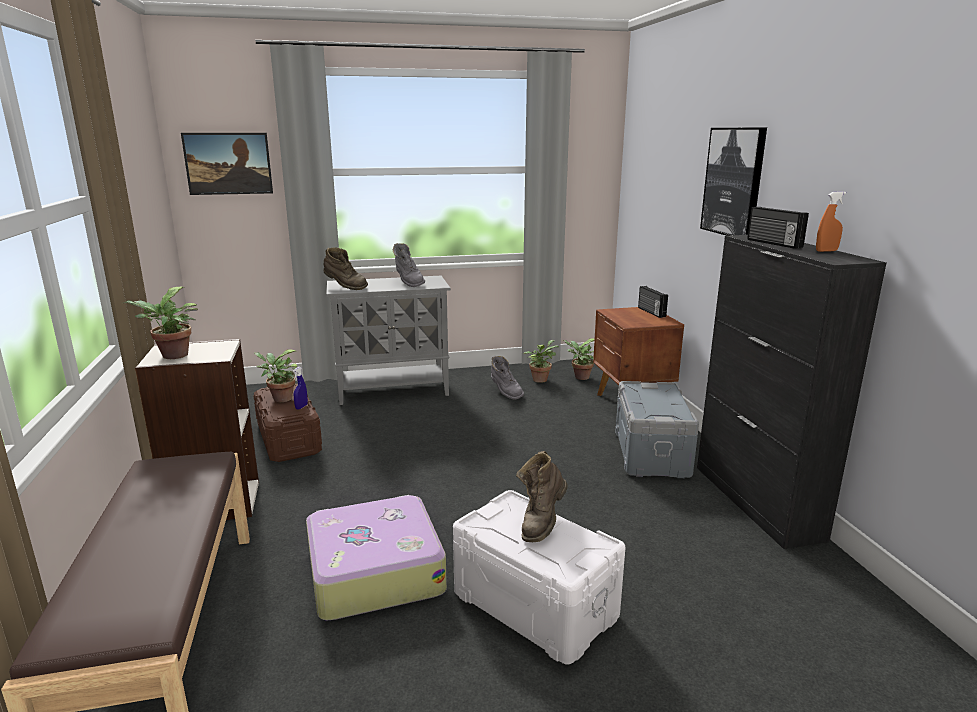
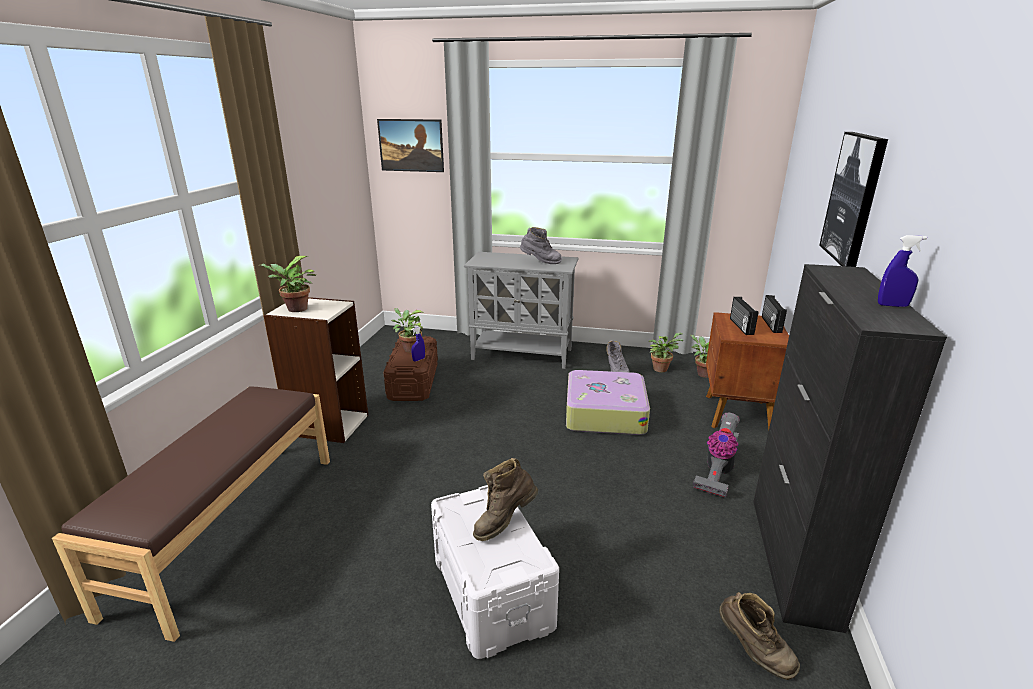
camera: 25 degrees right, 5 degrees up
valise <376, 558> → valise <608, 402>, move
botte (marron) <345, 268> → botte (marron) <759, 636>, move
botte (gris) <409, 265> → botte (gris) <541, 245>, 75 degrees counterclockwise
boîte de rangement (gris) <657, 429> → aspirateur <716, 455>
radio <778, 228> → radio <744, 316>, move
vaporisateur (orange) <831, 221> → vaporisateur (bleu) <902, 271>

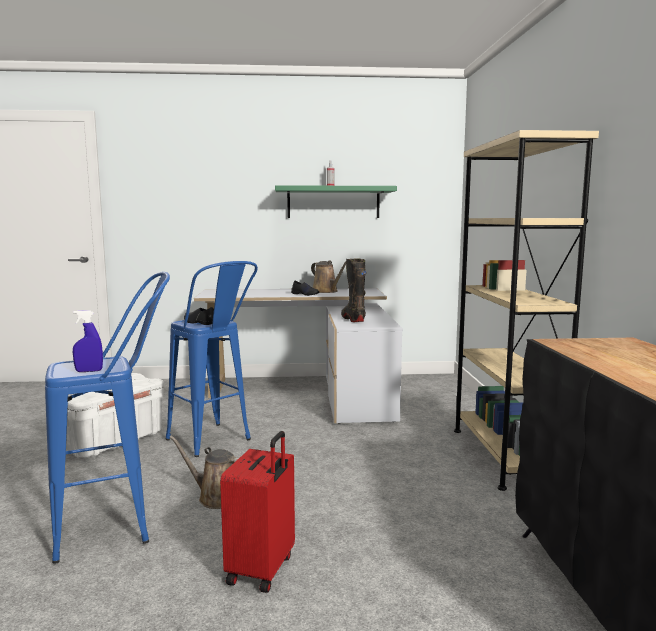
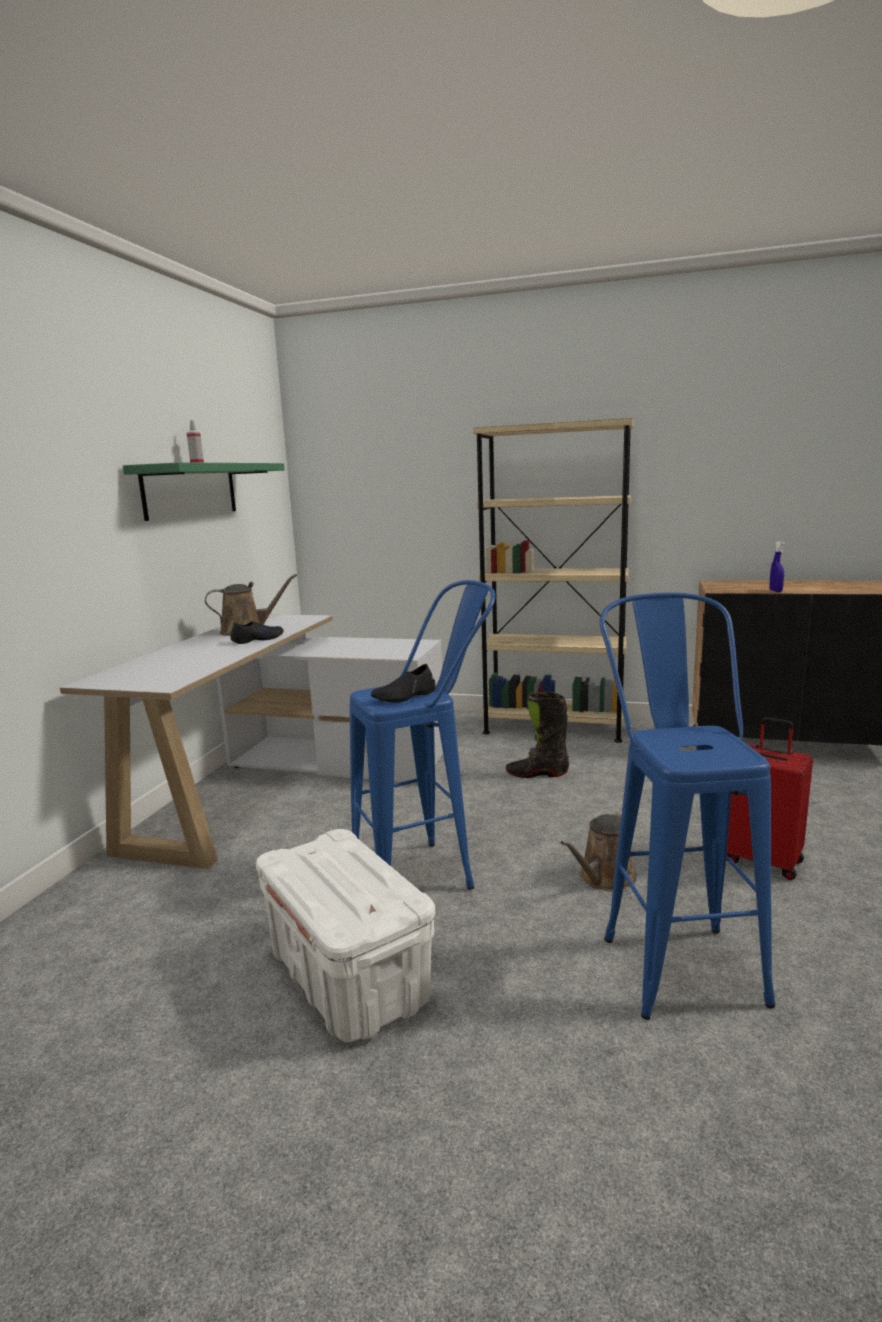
camera: 70 degrees left, 5 degrees up
vaporisateur (bleu) <88, 341> → vaporisateur (bleu) <777, 566>, move
botte (noir) <353, 290> → botte (noir) <537, 735>, move

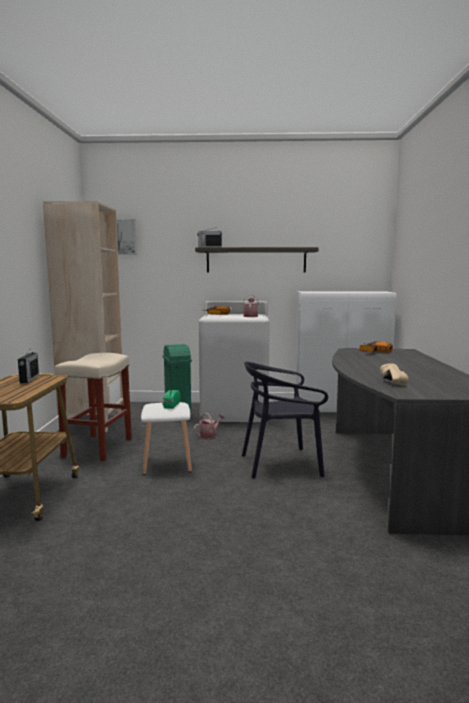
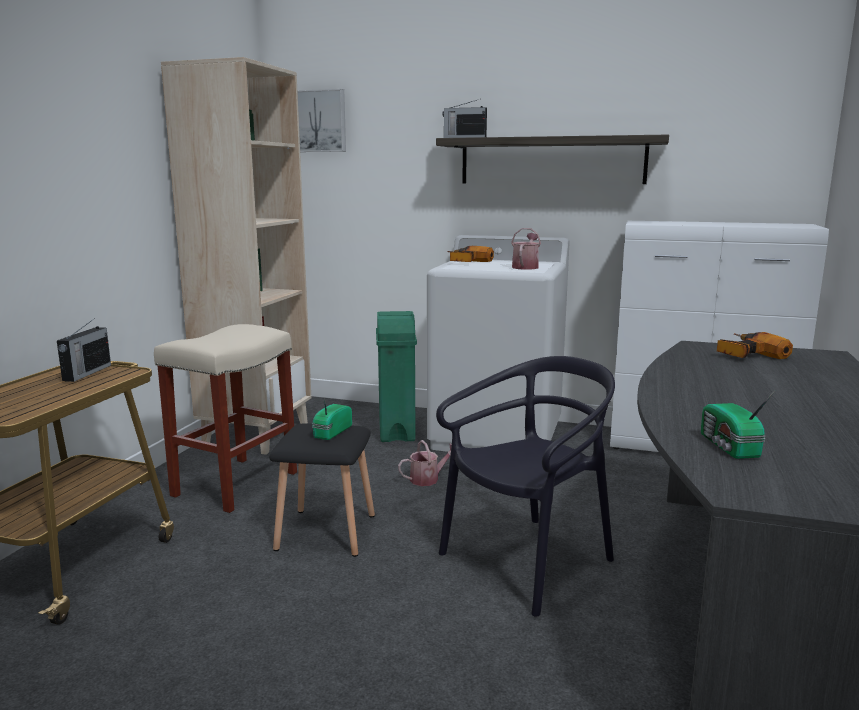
camera: 15 degrees right, 5 degrees up
tabouret (blanc) <166, 438> → tabouret (noir) <322, 490>
chaise (noir) <285, 420> → chaise (noir) <525, 486>, 135 degrees clockwise
chaussure (beige) <394, 375> → radio <738, 425>

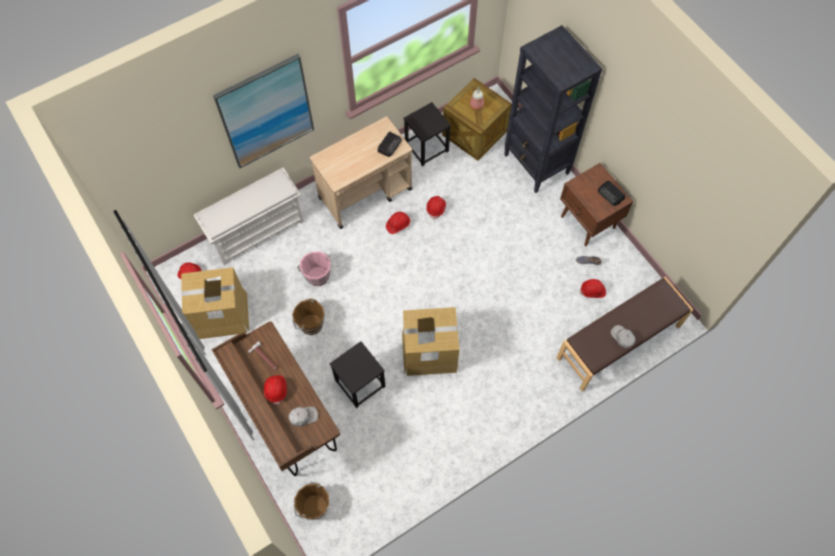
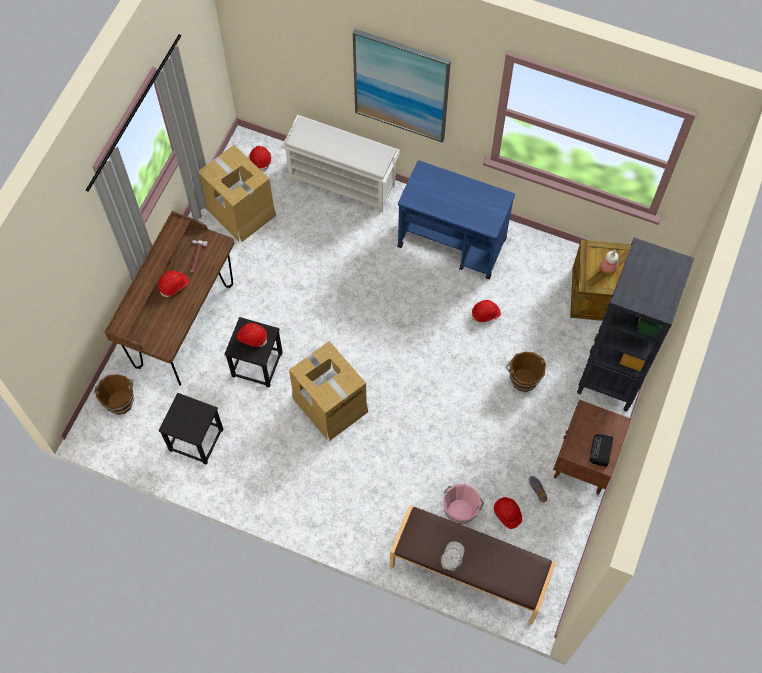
camera: 55 degrees right, 0 degrees up
casquette (blanc) <303, 417> → -
seau (marron) <308, 316> → seau (marron) <526, 372>, move
seau (rose) <314, 268> → seau (rose) <463, 504>, move
chariot (beige) <361, 172> → chariot (bleu) <456, 219>
radio <390, 144> → -
casque de chantier (rouge) <398, 223> → casque de chantier (rouge) <252, 335>, move
tabouret (noir) <427, 134> → tabouret (noir) <191, 429>, move

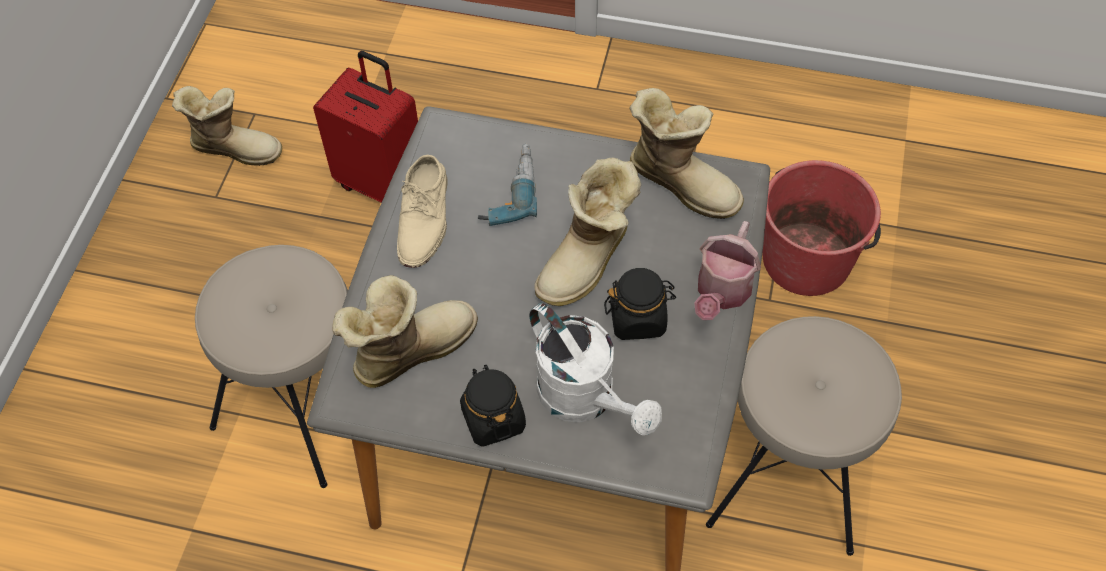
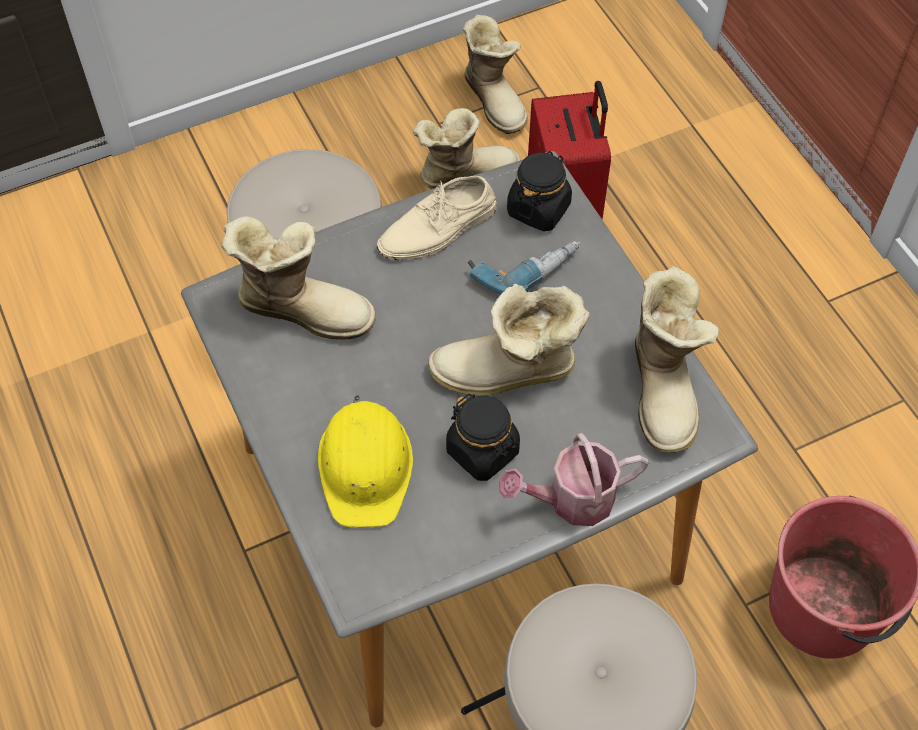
camera: 50 degrees right, 0 degrees up
bocal (noir) <493, 406> → bocal (noir) <539, 191>, move
arrosoir (blanc) <595, 369> → casque de chantier (jaune) <365, 461>
- → botte <466, 148>

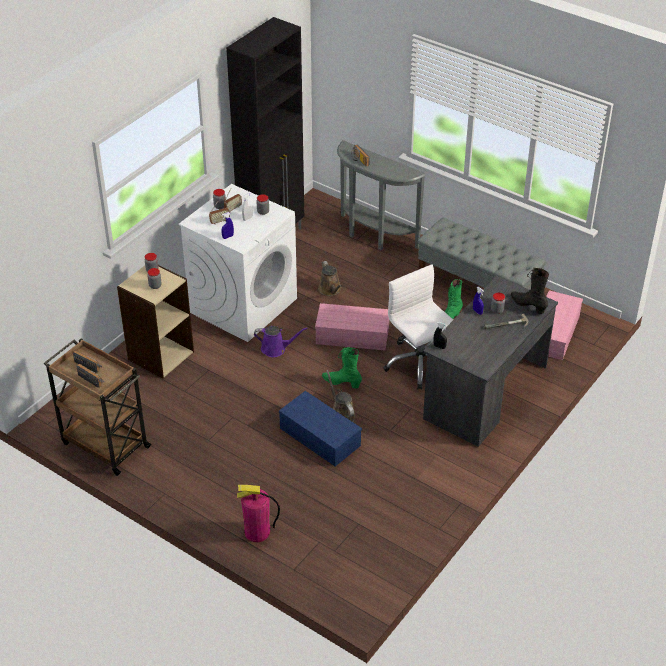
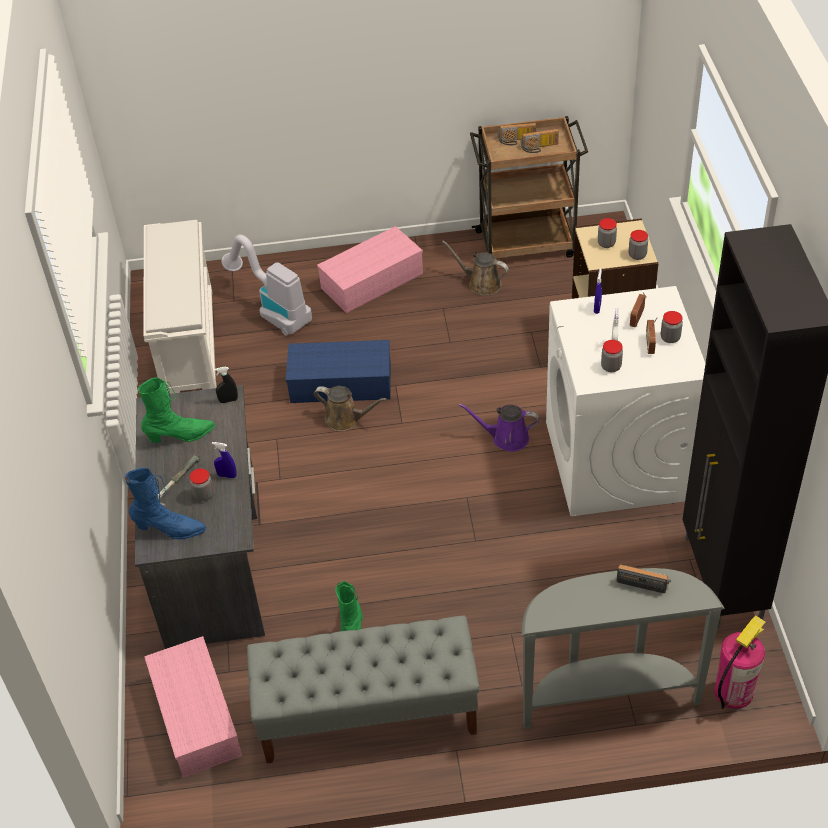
camera: 140 degrees right, 5 degrees up
extincteur <258, 513> → extincteur <740, 662>, move
arrosoir (violet) <281, 341> → arrosoir (violet) <498, 427>, 45 degrees clockwise
boîte de rangement (rose) <352, 326> → boîte de rangement (rose) <370, 269>, move
arrosoir (marron) <330, 278> → arrosoir (marron) <475, 268>, move
botte (vert) <342, 368> → botte (vert) <176, 410>, move
chaise de bureau (blanc) <418, 327> → -
botte (noir) <530, 291> → botte (bleu) <165, 503>
- → étagère à chaussures (blanc) <180, 307>
- → aspirateur <266, 285>

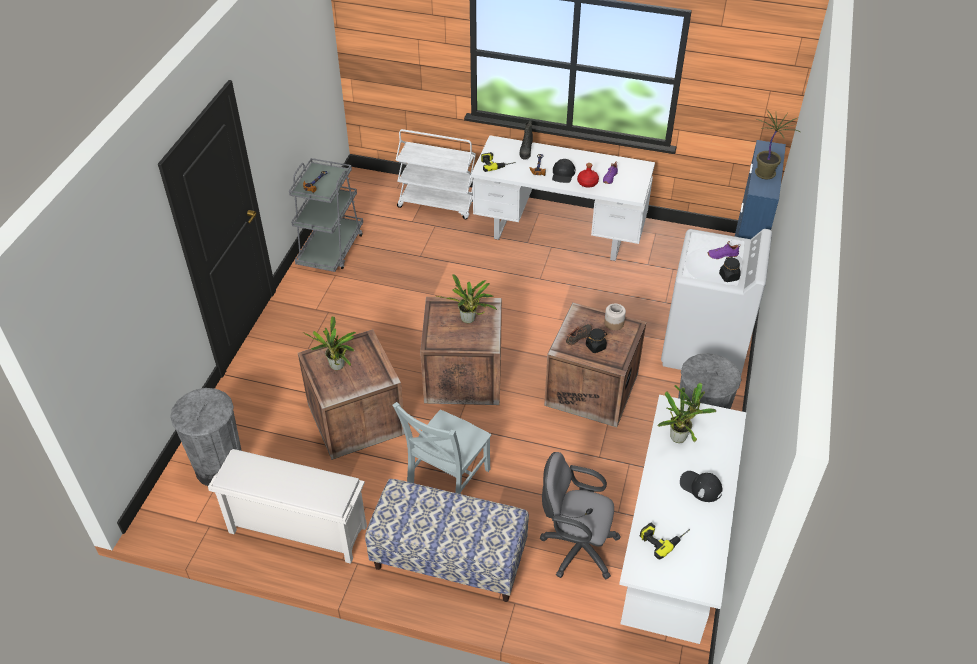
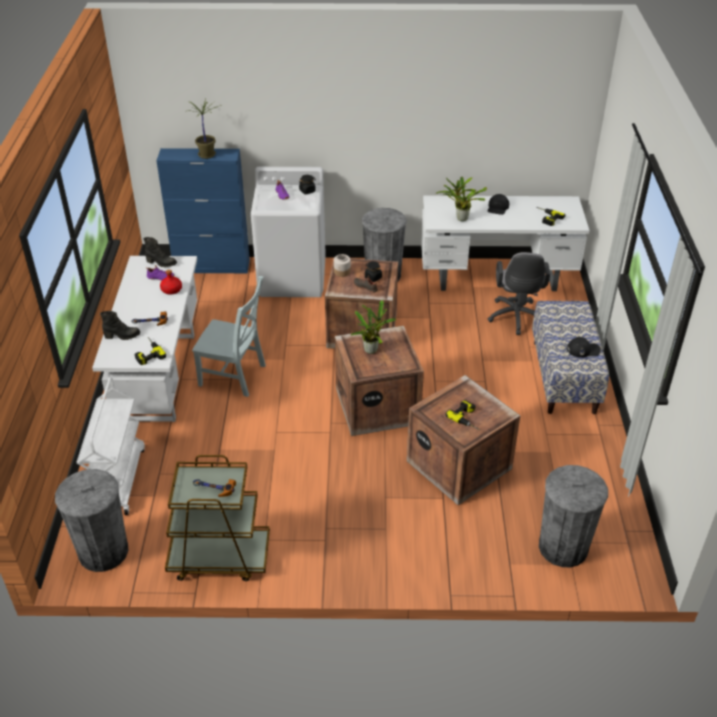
camera: 105 degrees left, 5 degrees down
étagère à chaussures (blanc) <287, 506> → -
chariot (gris) <326, 215> → chariot (marron) <217, 518>
plante en pot <329, 343> → perceuse <463, 415>
chaise (gris) <442, 448> → chaise (gris) <229, 336>, move
casquette (noir) <563, 171> → casquette (noir) <584, 347>, move
- → poubelle (gris) <91, 520>
- → botte (noir) <160, 252>

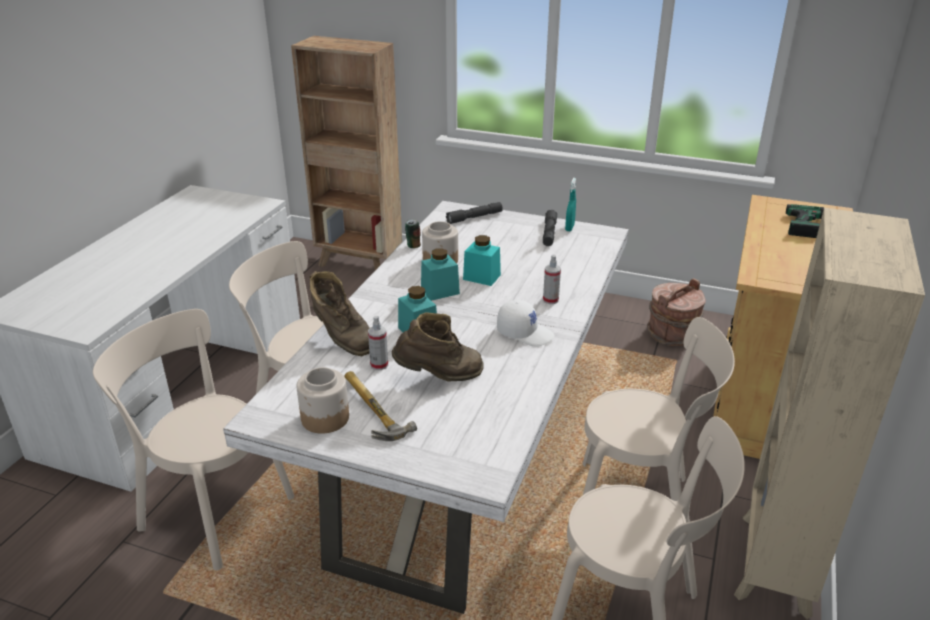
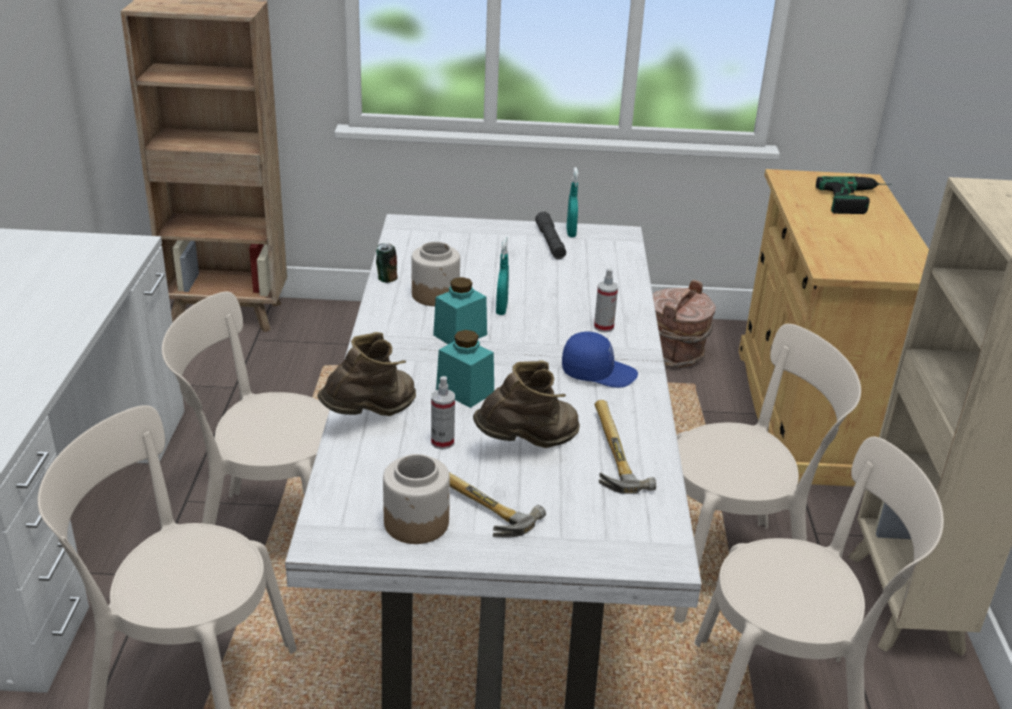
camera: 20 degrees left, 0 degrees up
botte (marron) <340, 313> → botte (marron) <367, 374>, 75 degrees counterclockwise
lampe de poche (gris) <474, 213> → -
bocal (turquoise) <482, 260> → vaporisateur (turquoise) <502, 276>
casquette (blanc) <526, 323> → casquette (bleu) <600, 360>
- → marteau <625, 447>

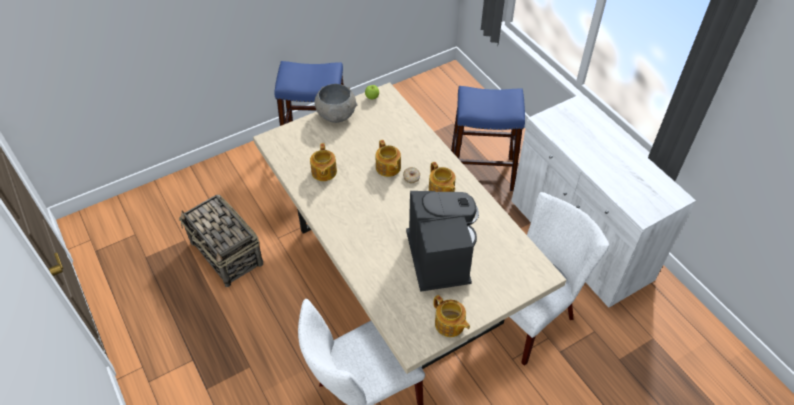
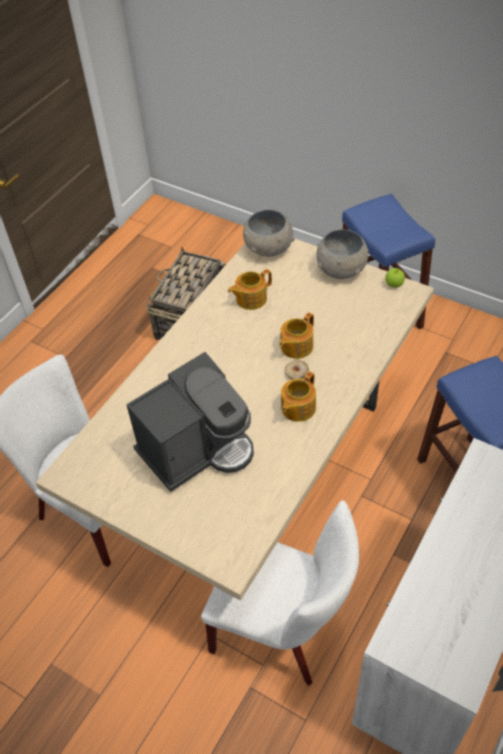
camera: 65 degrees right, 0 degrees up
théière <452, 316> → -
- → bol (gris) <269, 233>

